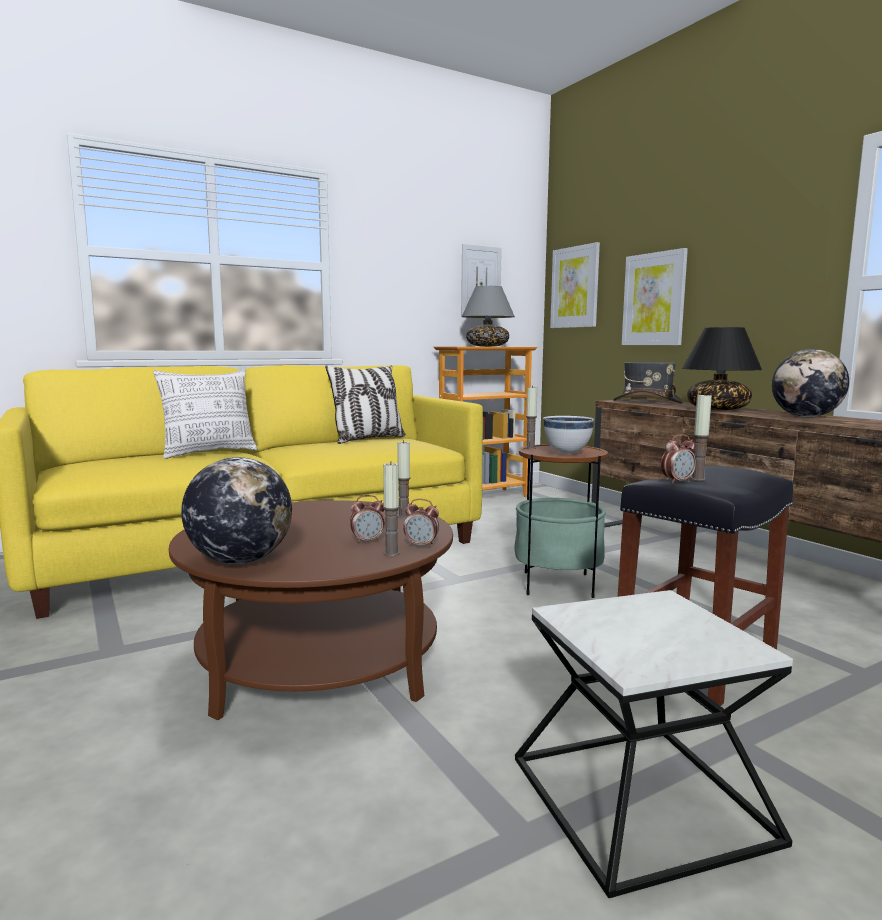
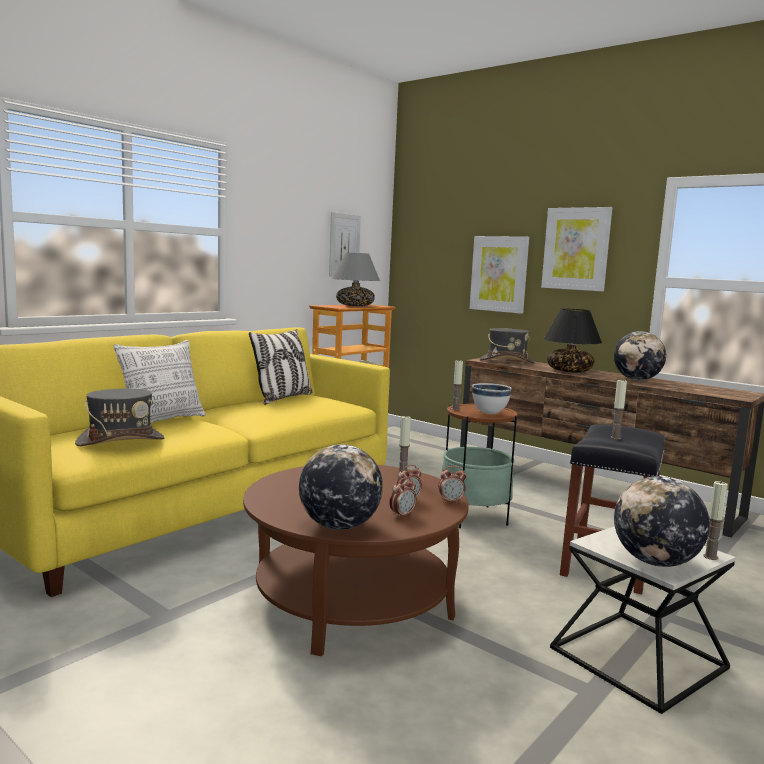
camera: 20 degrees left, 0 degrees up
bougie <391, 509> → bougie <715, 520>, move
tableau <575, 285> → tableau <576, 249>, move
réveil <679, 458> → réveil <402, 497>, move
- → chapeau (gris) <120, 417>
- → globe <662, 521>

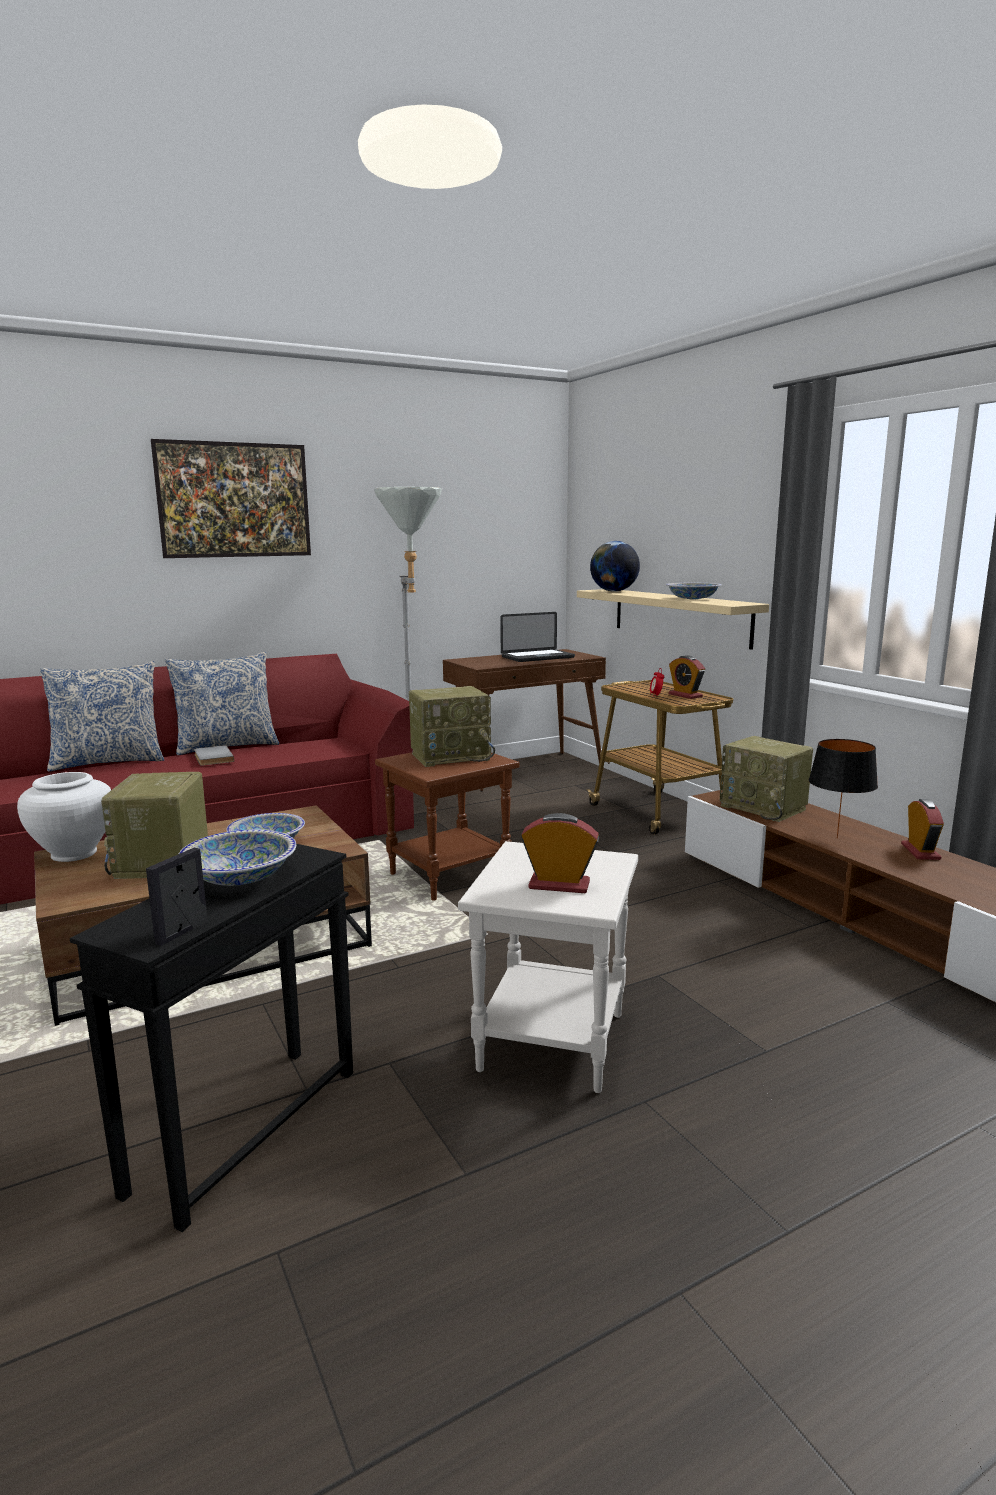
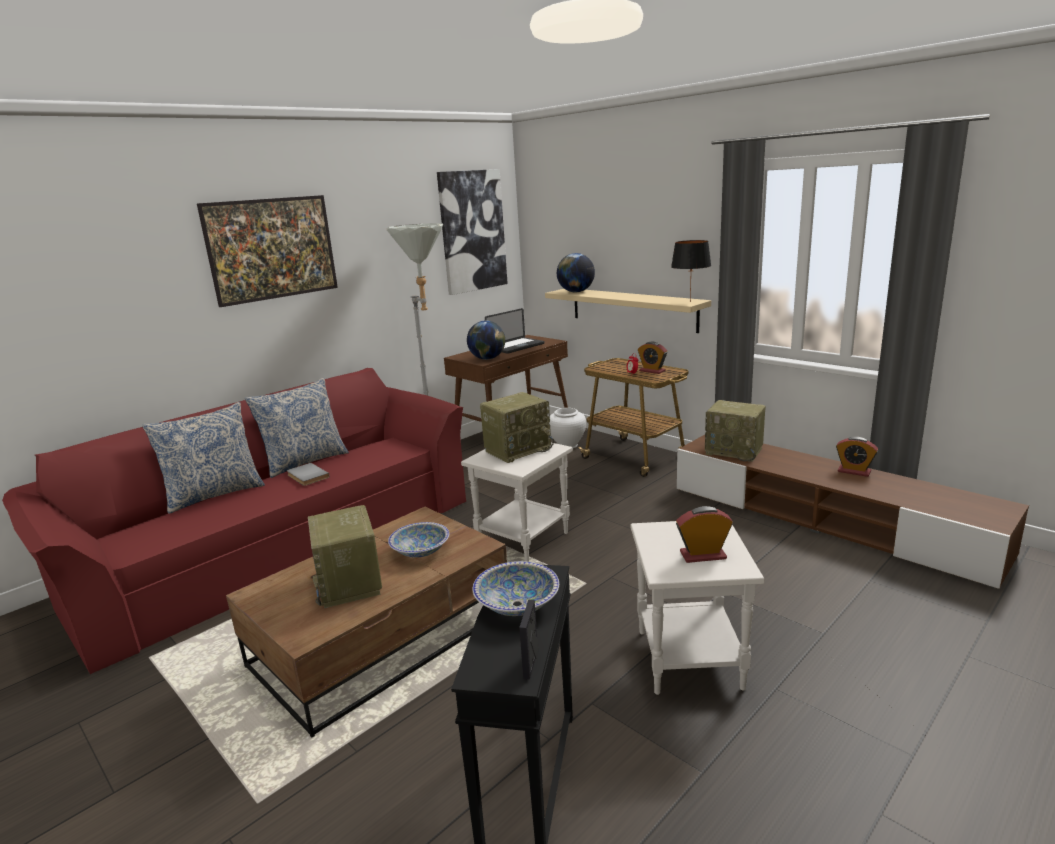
camera: 15 degrees left, 5 degrees up
vase (blanc) <64, 817> → vase (blanc) <567, 428>, move
table d'appoint (marron) <447, 826> → table d'appoint (blanc) <517, 502>
bol <694, 591> → -
lampe de table (noir) <843, 788> → lampe de table (noir) <691, 271>, move
réveil <922, 829> → réveil <857, 457>, 135 degrees clockwise
- → tableau <472, 232>
- → globe <486, 340>

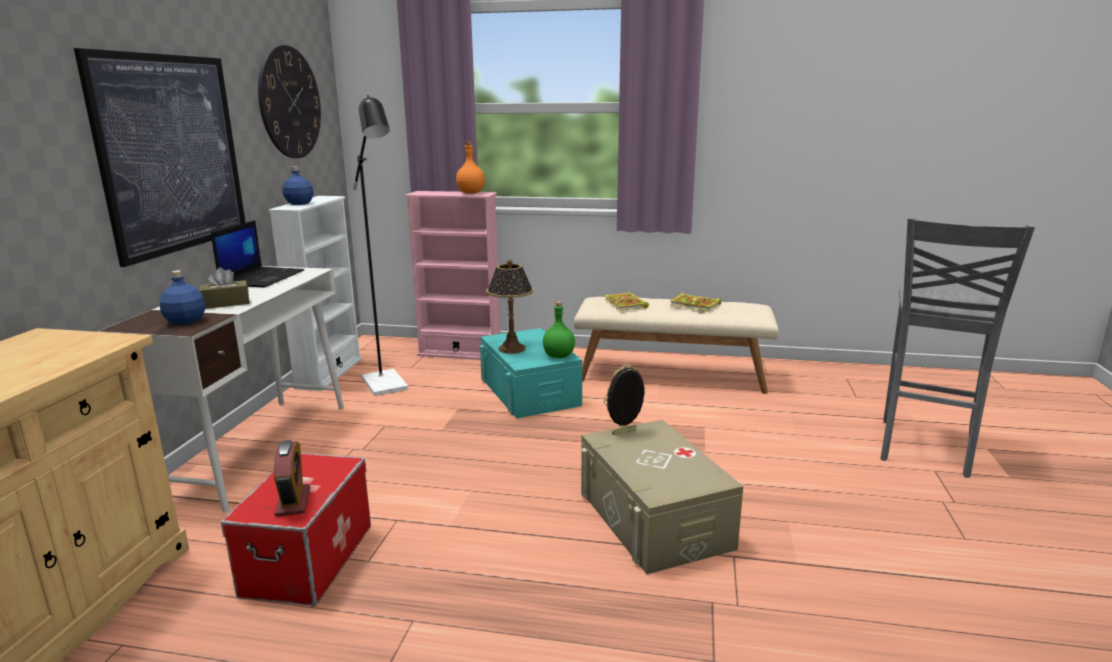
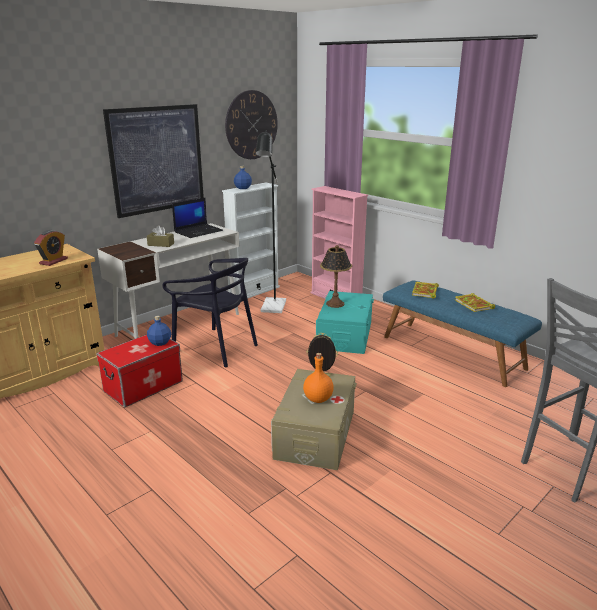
camera: 35 degrees right, 5 degrees up
bouteille (bleu) <182, 297> → bouteille (bleu) <159, 331>, move
réveil <292, 478> → réveil <51, 248>, move
bouteille (orange) <470, 167> → bouteille (orange) <318, 378>, move
bouteille (vert) <559, 329> → -
banc (beige) <676, 345> → banc (bleu) <462, 333>
- → chaise (noir) <210, 312>

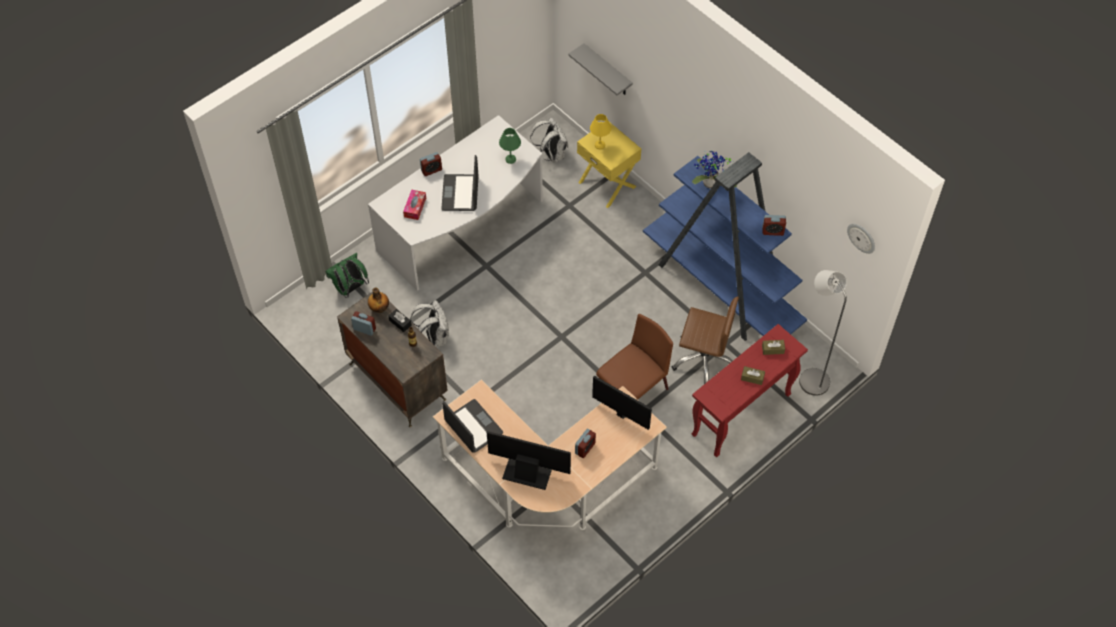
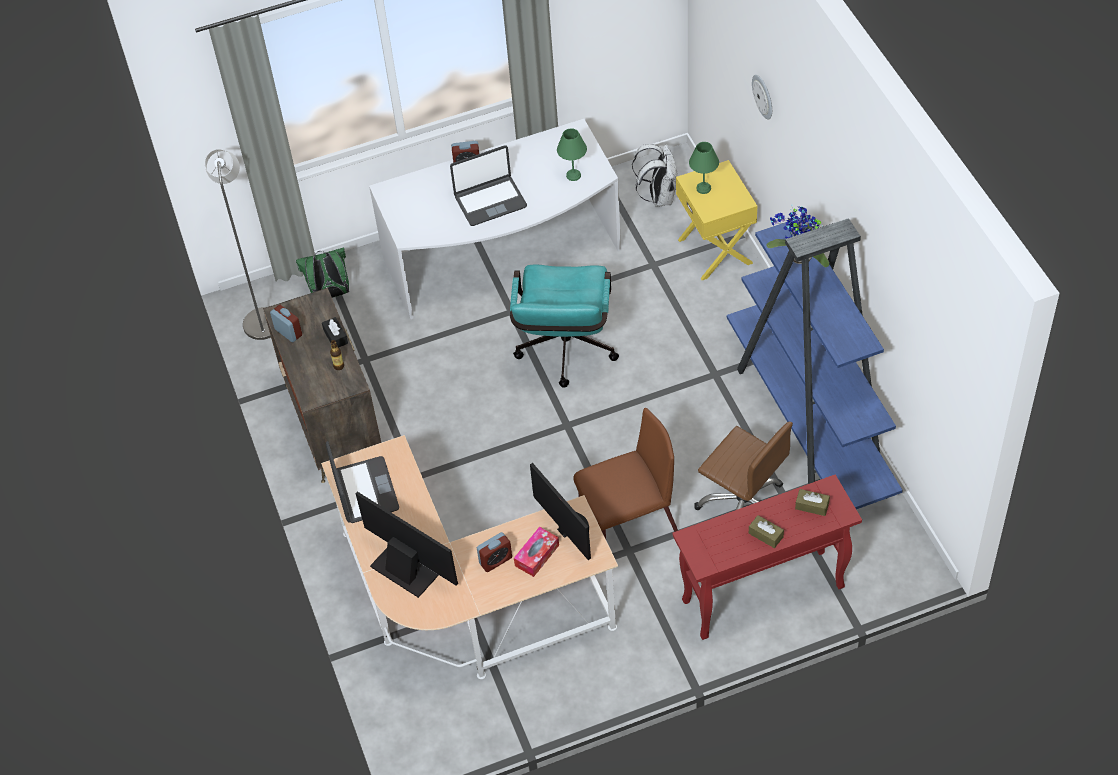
camera: 25 degrees right, 5 degrees down
bouteille <378, 300> → -
boîte à mouchoirs <414, 205> → boîte à mouchoirs <536, 552>, move
sac à dos (blanc) <430, 323> → -
ordinateur portable <460, 183> → ordinateur portable <488, 185>, 135 degrees counterclockwise
étagère (gris) <600, 69> → -
lampe de table (jaune) <600, 131> → lampe de table (vert) <704, 168>
réveil <774, 225> → -
lampadaire (gris) <823, 333> → lampadaire (gris) <238, 244>, move
horloge murale <861, 239> → horloge murale <762, 97>, move
- → chaise de bureau (turquoise) <564, 326>

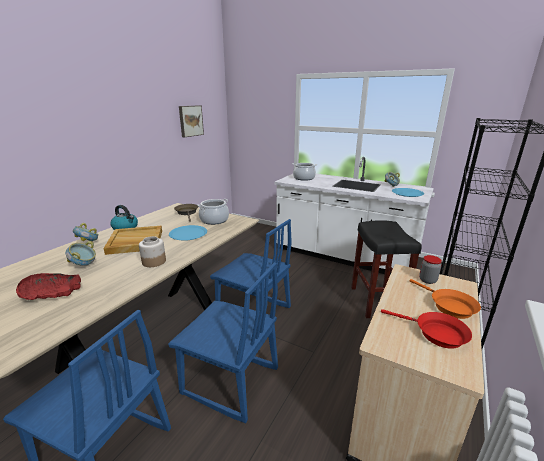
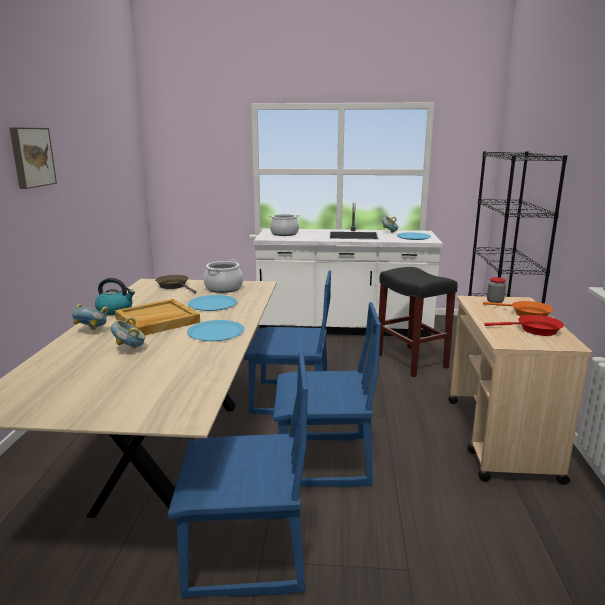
camera: 25 degrees left, 5 degrees down
bol (rouge) <48, 286> → -
bocal <152, 251> → assiette (bleu) <215, 330>
tableau <191, 121> → tableau <33, 158>, move

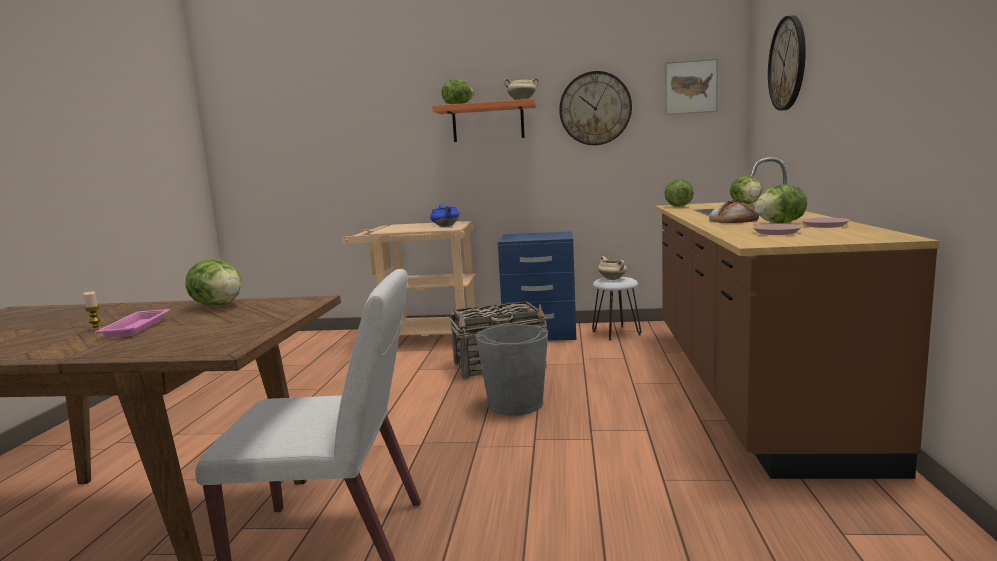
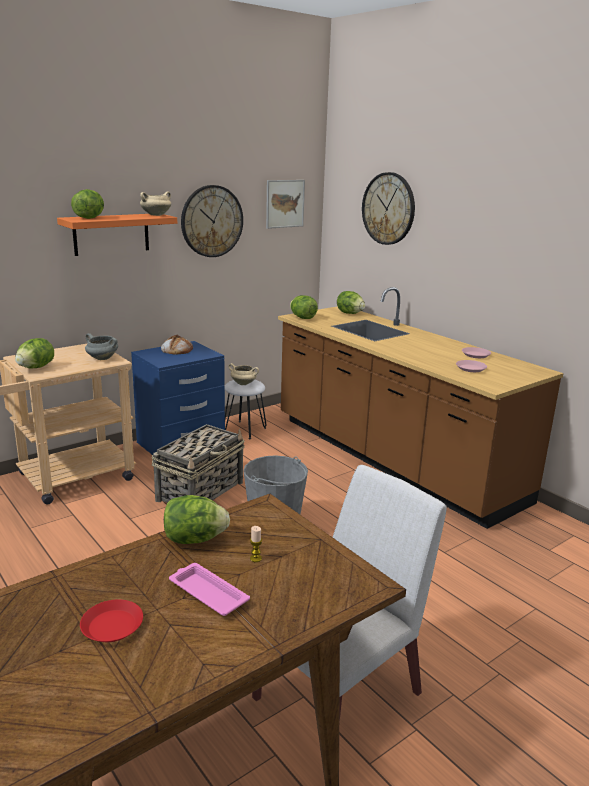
camera: 45 degrees left, 10 degrees up
bougie <93, 311> → bougie <256, 544>, move
marmite (bleu) <445, 215> → marmite (gris) <101, 346>
pain <734, 211> → pain <177, 344>, move
laitue <781, 203> → laitue <34, 353>, move
- → assiette (rouge) <111, 620>

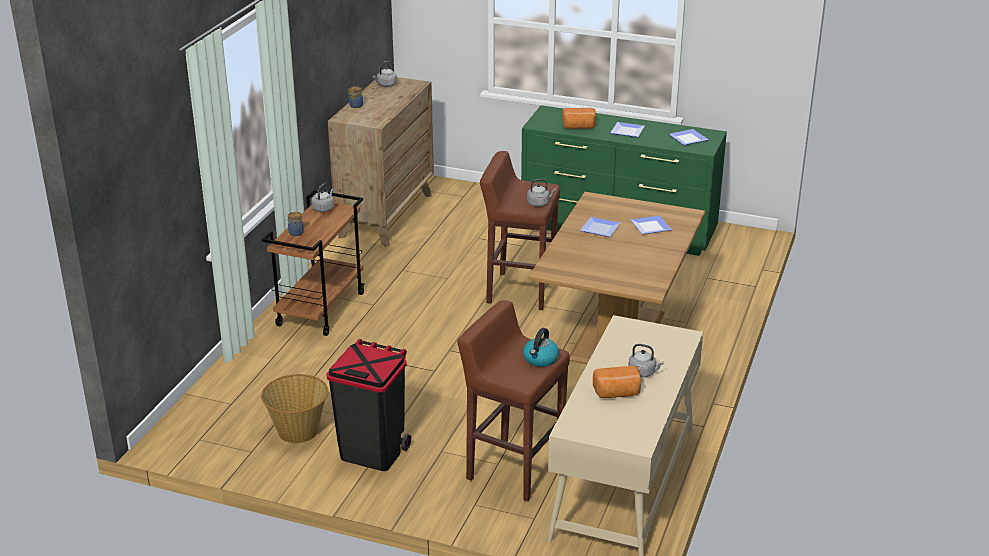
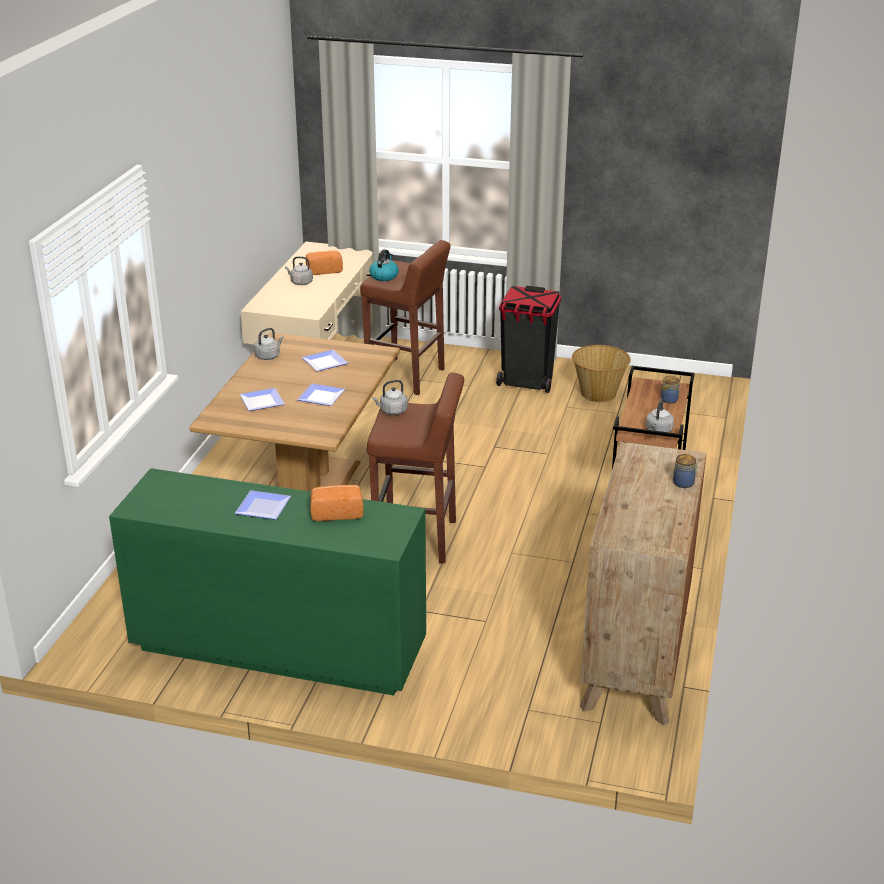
camera: 175 degrees right, 0 degrees up
bouilloire (gris) <385, 74> → bouilloire (gris) <269, 344>, move
assiette <689, 137> → assiette <325, 361>, move

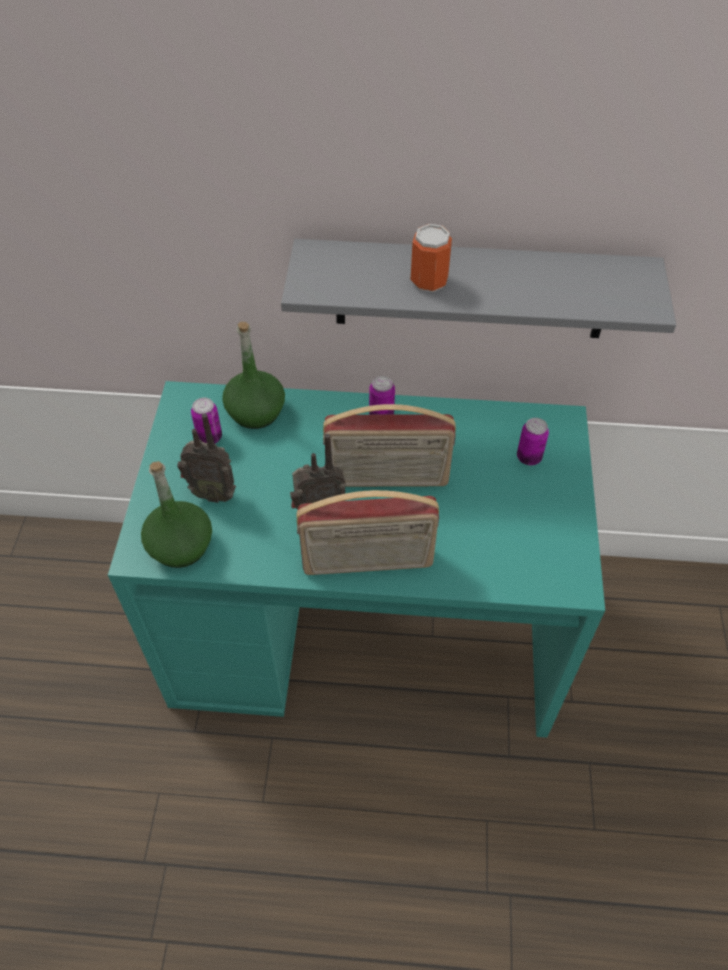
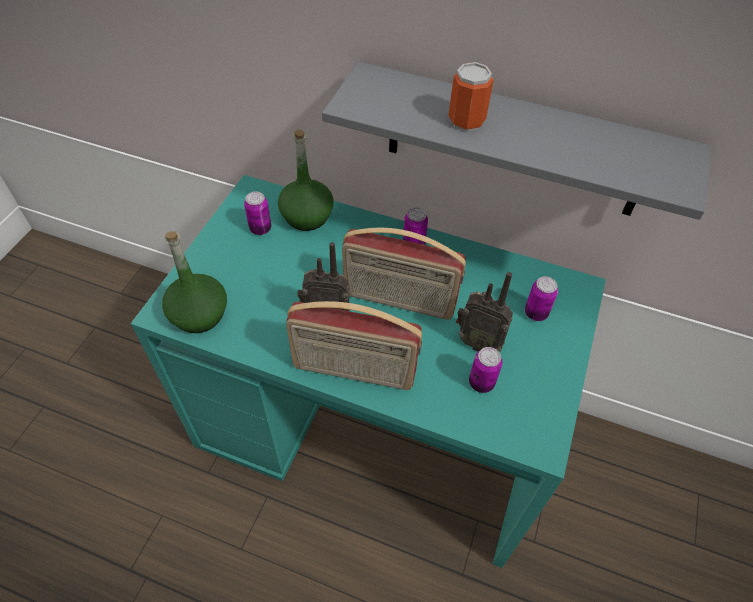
camera: 15 degrees right, 0 degrees up
radio <206, 458> → radio <484, 312>, move
- → boîte métallique <485, 370>

